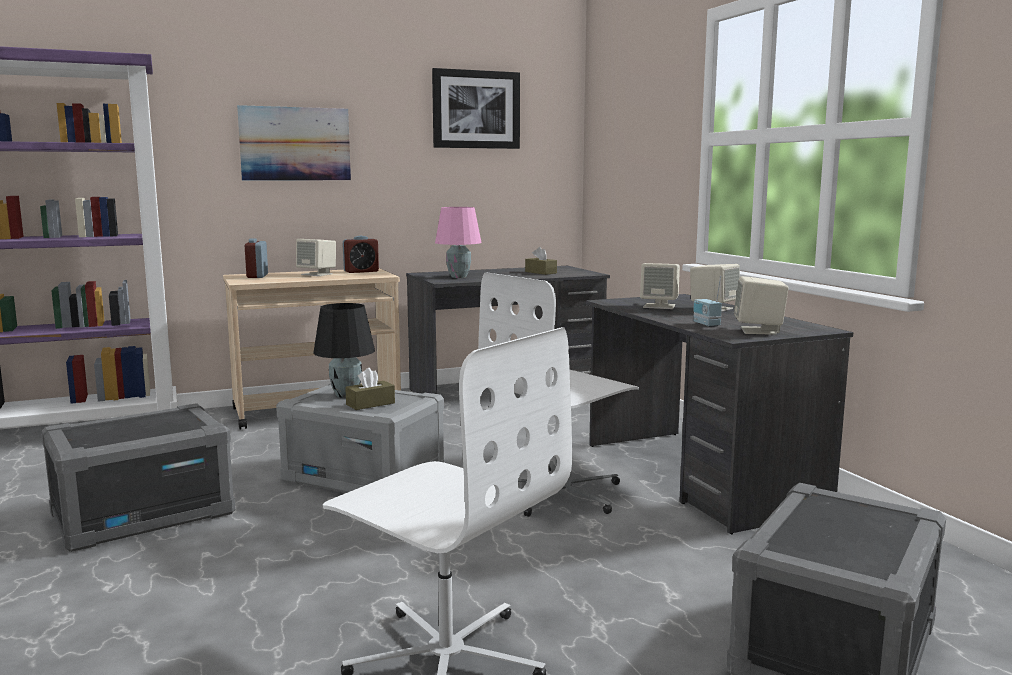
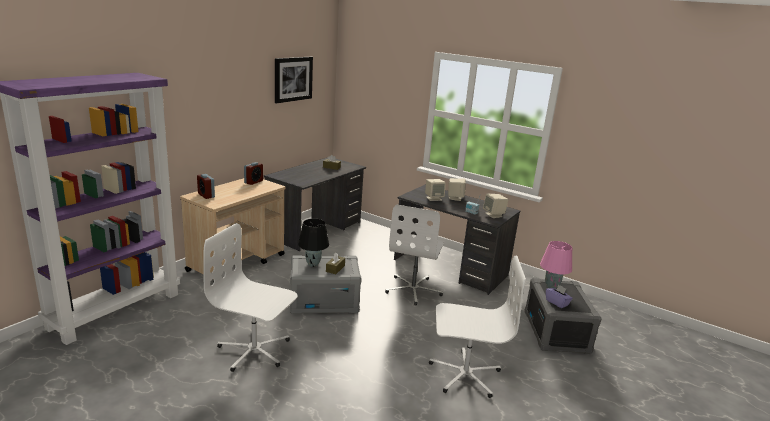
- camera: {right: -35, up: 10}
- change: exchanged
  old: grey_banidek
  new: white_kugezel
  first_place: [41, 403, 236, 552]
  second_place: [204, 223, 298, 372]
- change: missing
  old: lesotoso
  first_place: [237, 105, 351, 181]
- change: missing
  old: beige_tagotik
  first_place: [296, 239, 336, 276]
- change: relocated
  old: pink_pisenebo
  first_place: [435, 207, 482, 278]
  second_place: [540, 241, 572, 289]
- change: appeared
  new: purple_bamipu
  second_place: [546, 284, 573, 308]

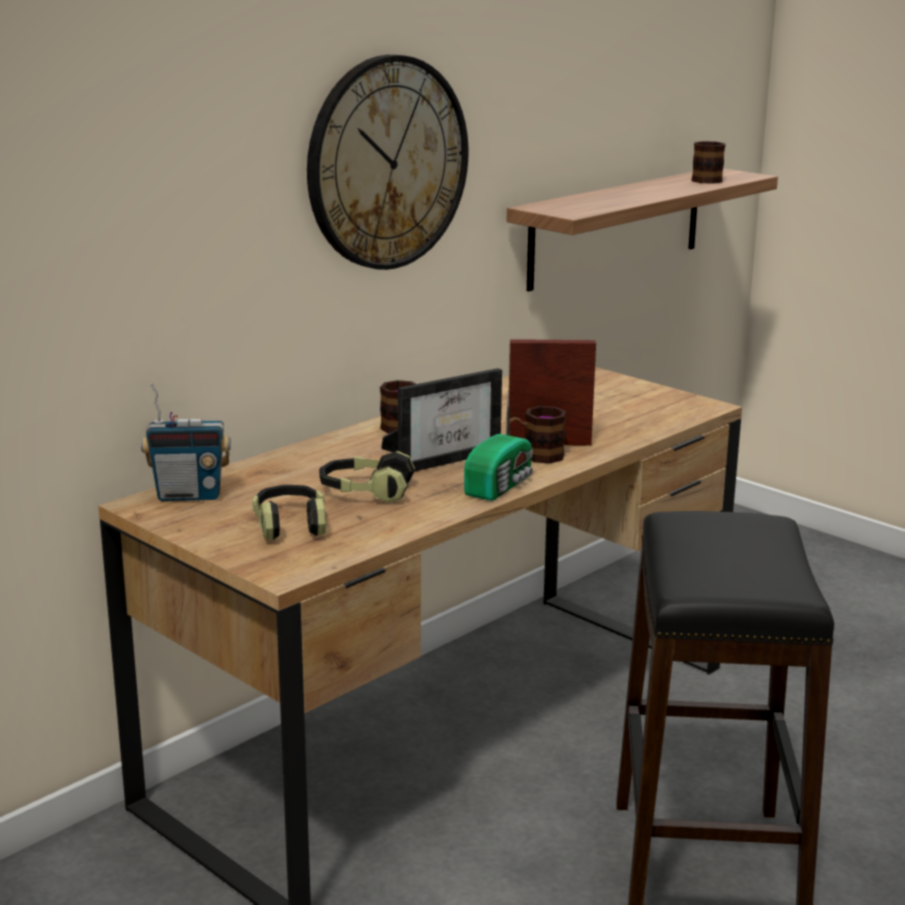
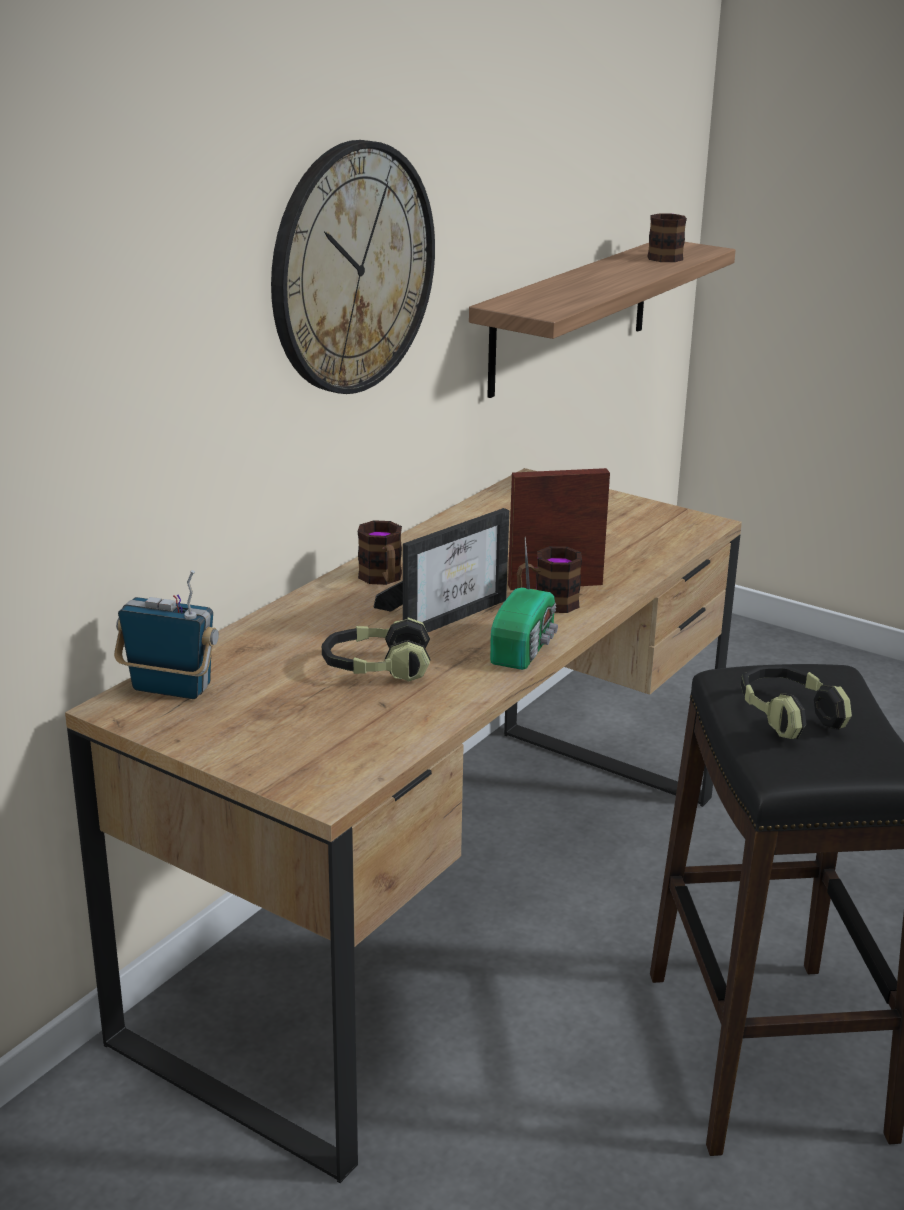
- camera: {right: -10, up: 5}
- change: spun
  old: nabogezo
  first_place: [141, 383, 231, 501]
  second_place: [114, 570, 219, 699]
  degrees: -150
- change: relocated
  old: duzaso
  first_place: [252, 485, 326, 540]
  second_place: [741, 666, 852, 739]

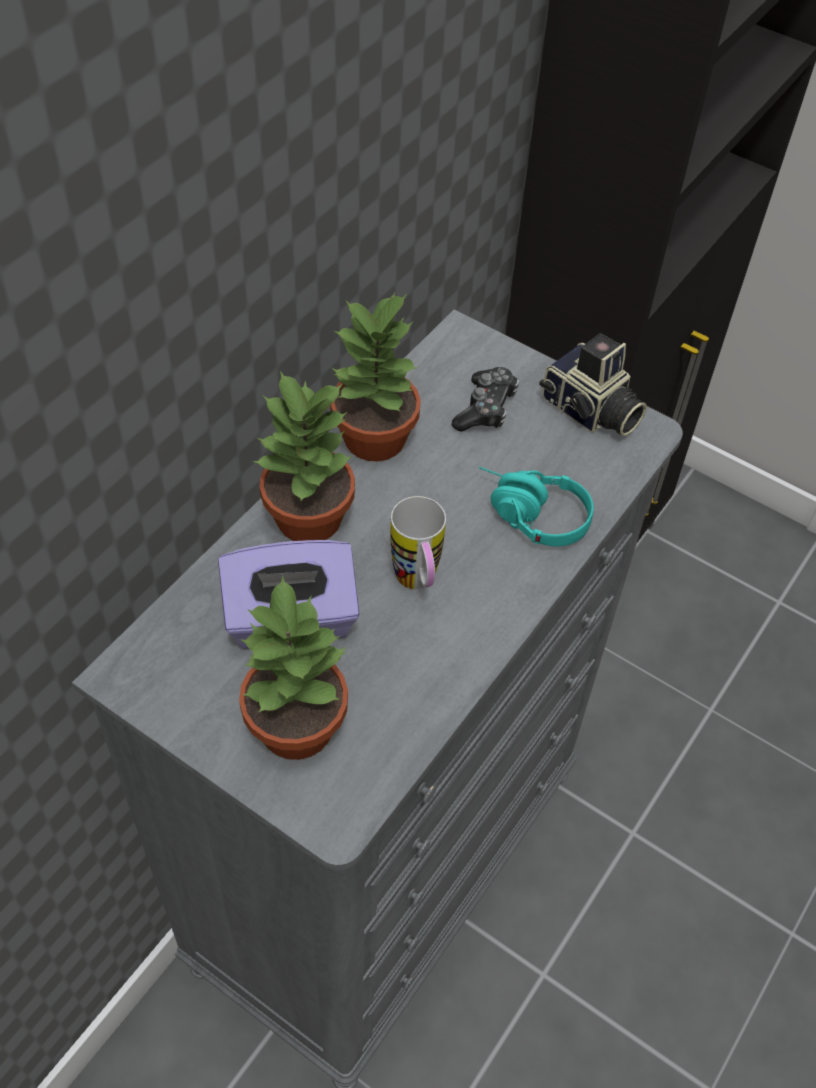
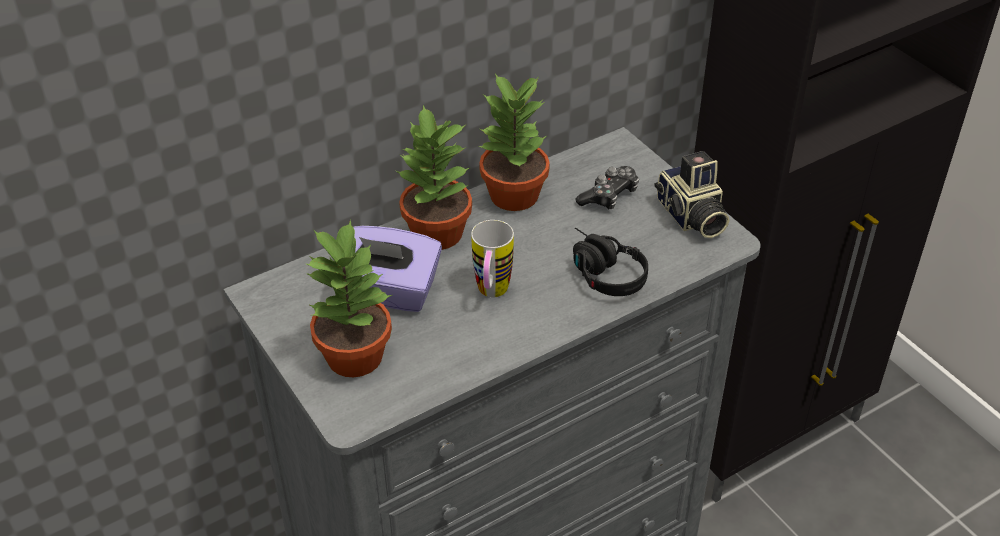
- camera: {right: 25, up: -10}
- change: colour
  old: turquoise_duzaso
  new: black_duzaso
  first_place: [478, 467, 594, 547]
  second_place: [573, 227, 648, 296]

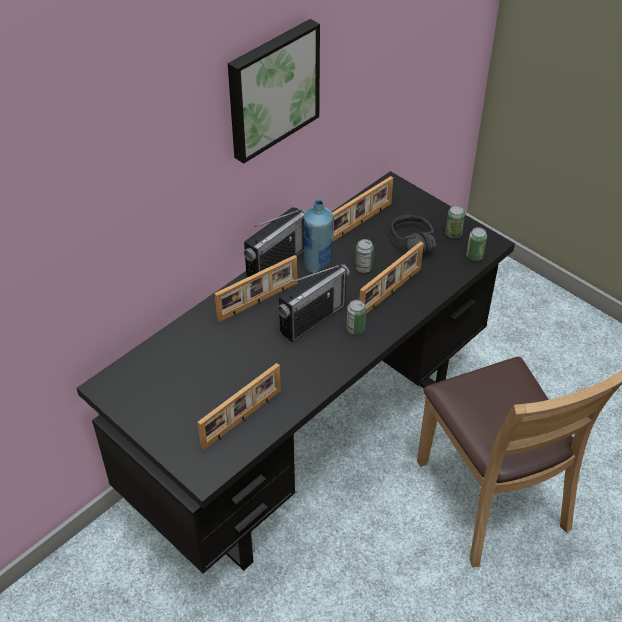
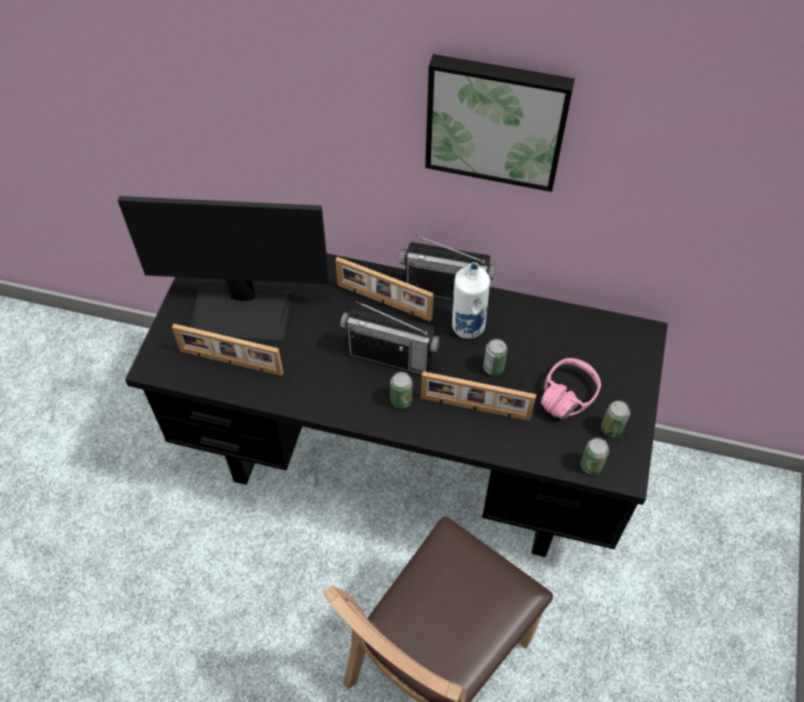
- camera: {right: 60, up: 10}
- change: colour
  old: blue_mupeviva
  new: white_mupeviva
  first_place: [304, 200, 333, 273]
  second_place: [452, 262, 490, 339]
- change: missing
  old: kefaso
  first_place: [332, 176, 393, 241]
- change: colour
  old: black_duzaso
  new: pink_duzaso
  first_place: [390, 214, 436, 255]
  second_place: [540, 358, 601, 419]
- change: appeared
  new: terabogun
  second_place: [118, 196, 329, 340]

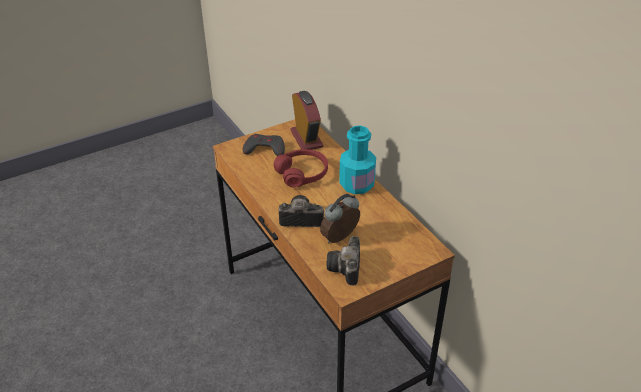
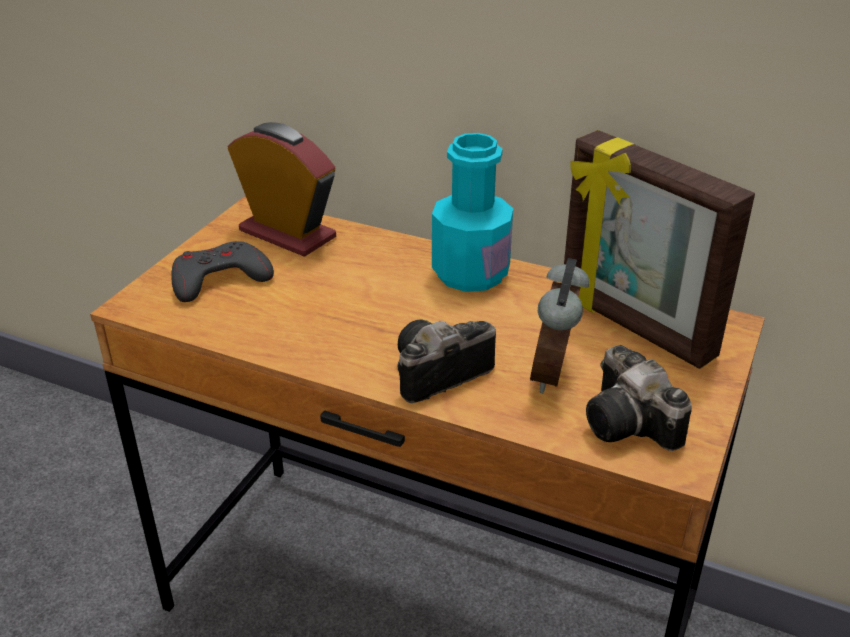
- camera: {right: -35, up: -5}
- change: missing
  old: red_duzaso
  first_place: [274, 149, 328, 188]
- change: appeared
  new: kefaso
  second_place: [564, 130, 755, 369]

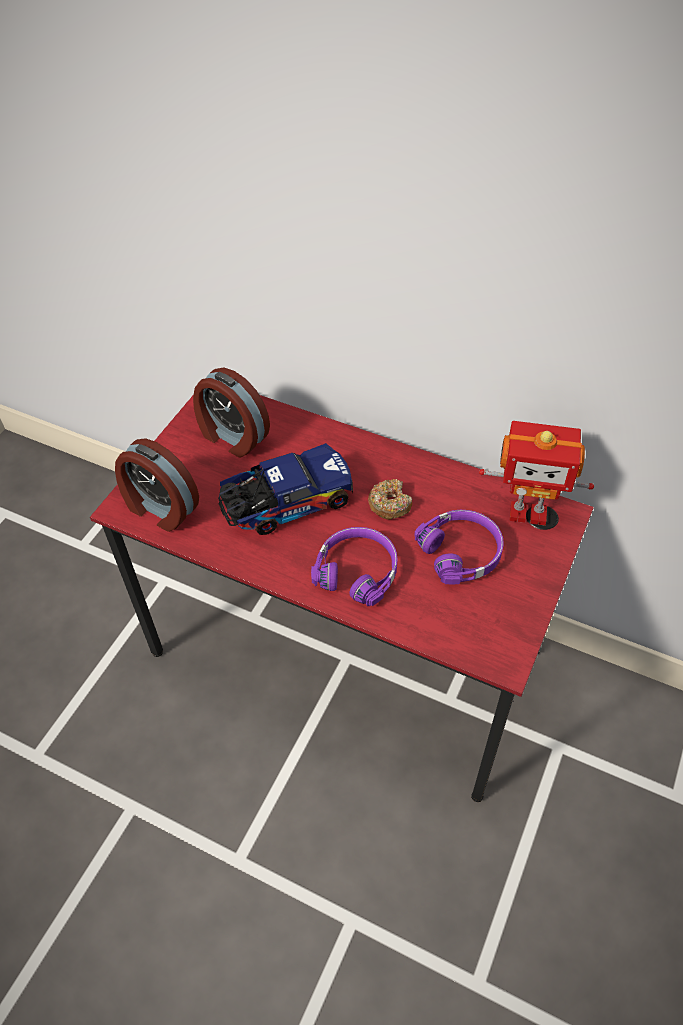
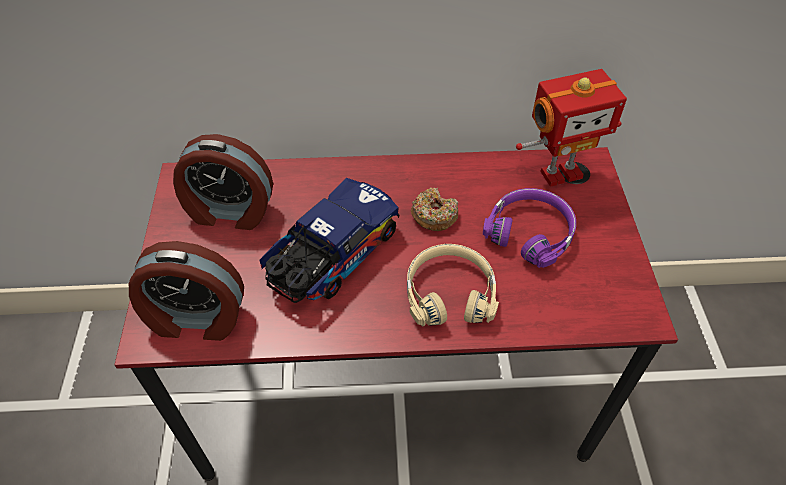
- camera: {right: -30, up: 0}
- change: colour
  old: purple_duzaso
  new: beige_duzaso
  first_place: [311, 527, 397, 606]
  second_place: [407, 244, 499, 327]

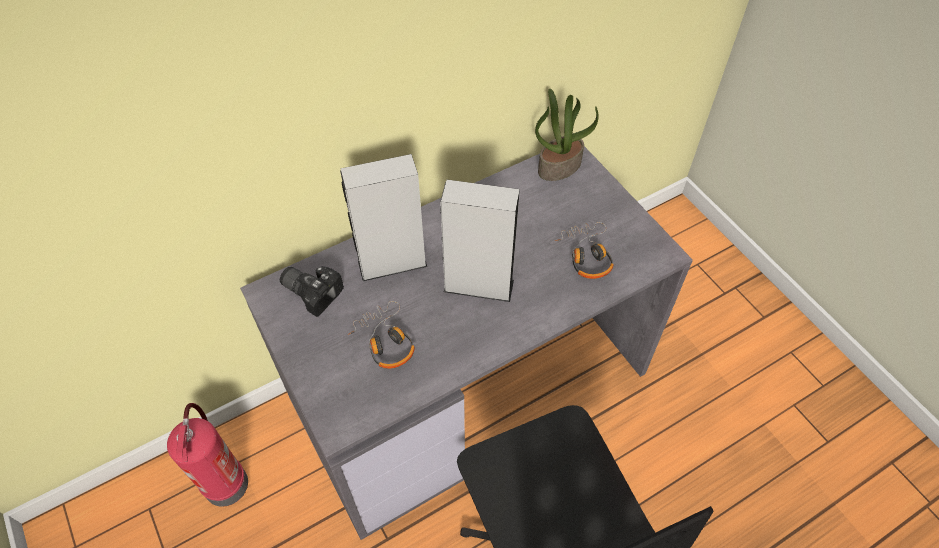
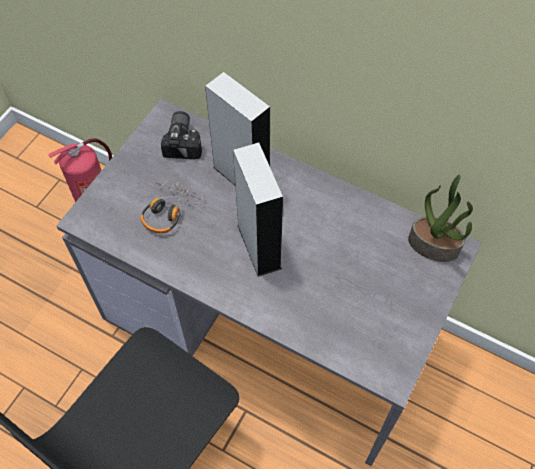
- camera: {right: 60, up: 5}
- change: missing
  old: duzaso
  first_place: [555, 222, 613, 279]

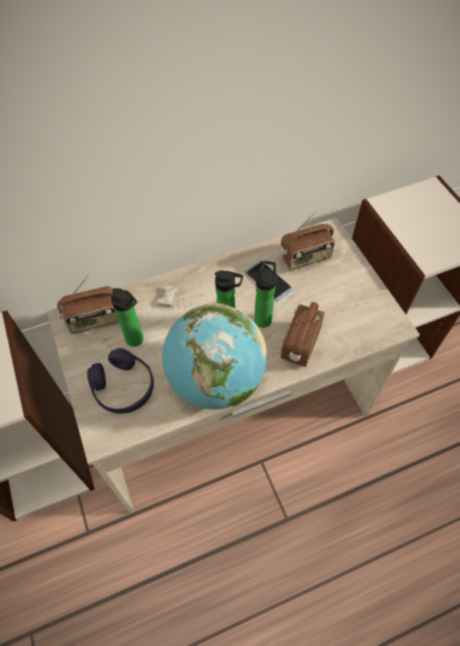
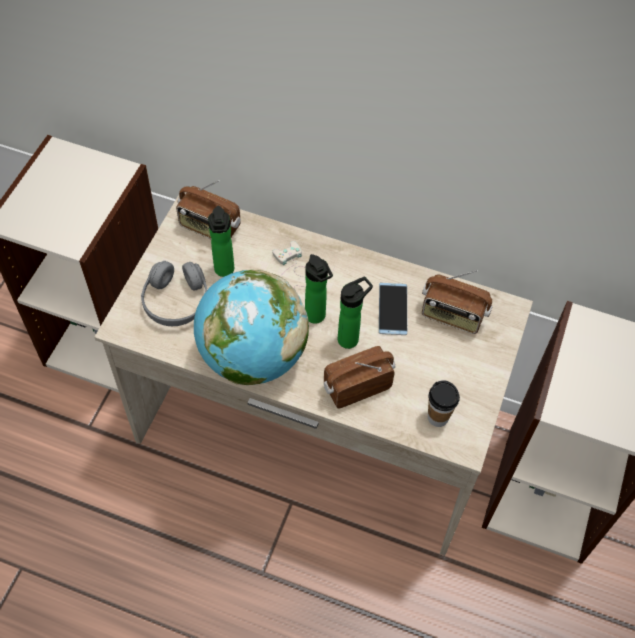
- camera: {right: 40, up: 0}
- change: colour
  old: purple_duzaso
  new: grey_duzaso
  first_place: [87, 348, 154, 413]
  second_place: [141, 261, 207, 326]
- change: appeared
  new: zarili
  second_place: [428, 380, 460, 427]

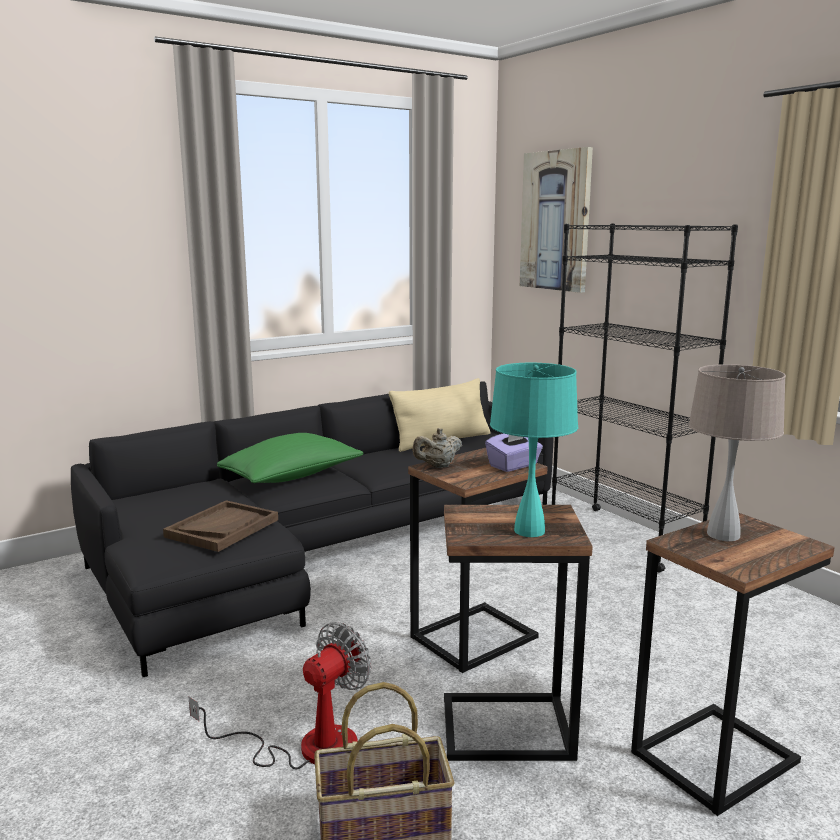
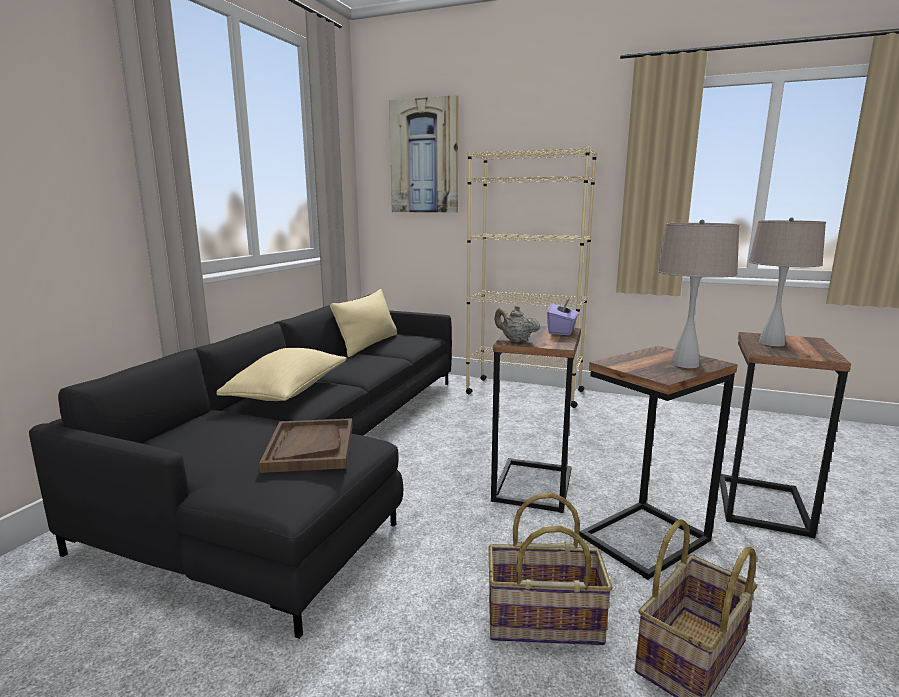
- camera: {right: -35, up: 0}
- change: exchanged
  old: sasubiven
  new: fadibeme
  first_place: [188, 622, 371, 769]
  second_place: [488, 493, 613, 645]
- change: colour
  old: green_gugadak
  new: beige_gugadak
  first_place: [217, 433, 363, 483]
  second_place: [216, 348, 347, 401]
- change: spun
  old: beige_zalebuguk
  first_place: [412, 428, 462, 468]
  second_place: [494, 305, 540, 342]
  degrees: 105
- change: colour
  old: turquoise_pisenebo
  new: beige_pisenebo
  first_place: [490, 363, 578, 537]
  second_place: [657, 220, 740, 368]
- change: colour
  old: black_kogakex
  new: beige_kogakex
  first_place: [552, 224, 738, 572]
  second_place: [466, 147, 597, 408]

